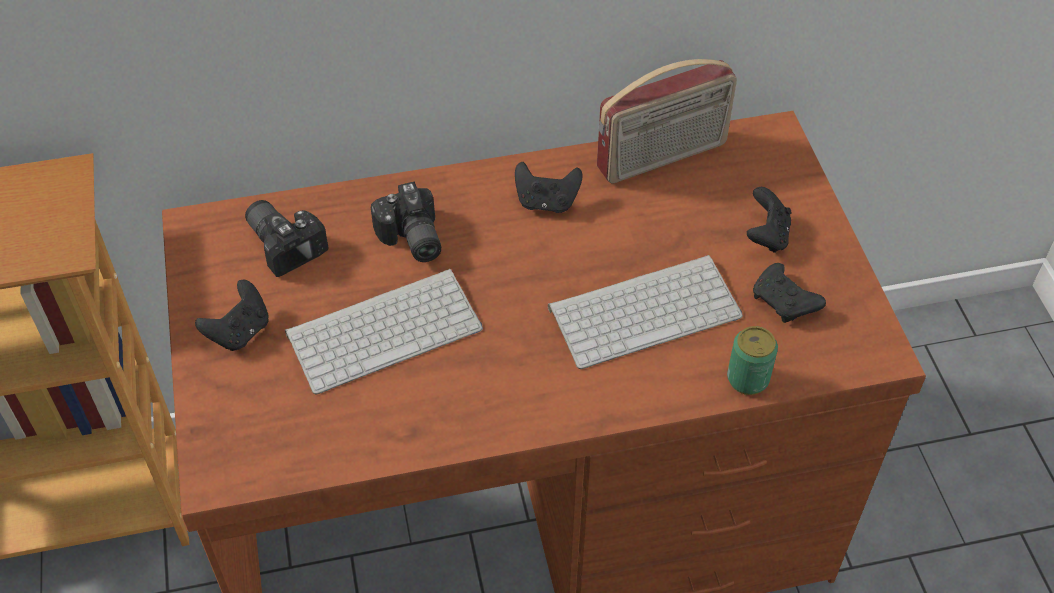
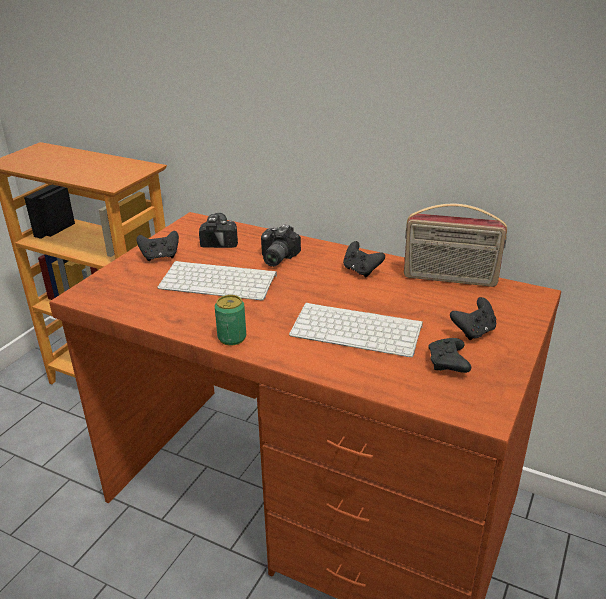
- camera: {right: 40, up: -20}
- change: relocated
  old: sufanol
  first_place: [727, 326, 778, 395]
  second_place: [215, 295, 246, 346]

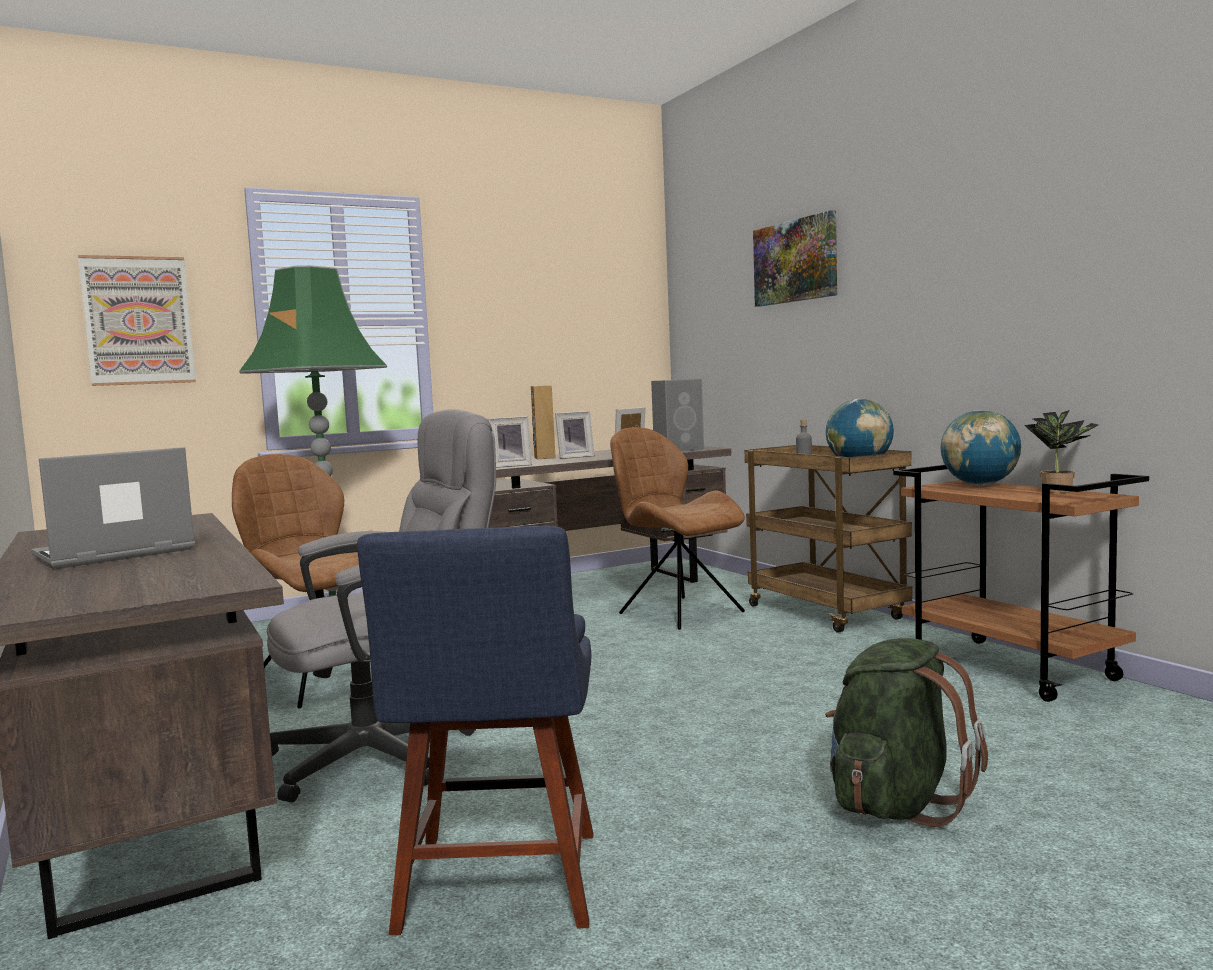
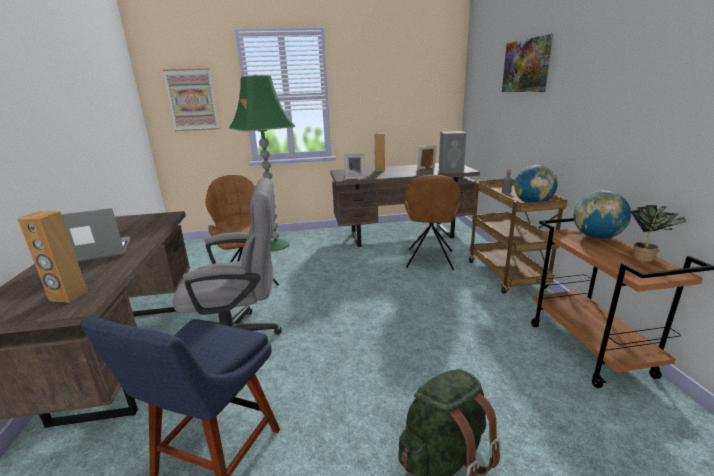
- camera: {right: 20, up: 15}
- change: missing
  old: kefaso
  first_place: [555, 411, 595, 459]
- change: spun
  old: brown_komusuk
  first_place: [610, 427, 745, 630]
  second_place: [405, 175, 461, 270]
  degrees: -150
- change: appeared
  new: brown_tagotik
  second_place: [17, 211, 88, 302]

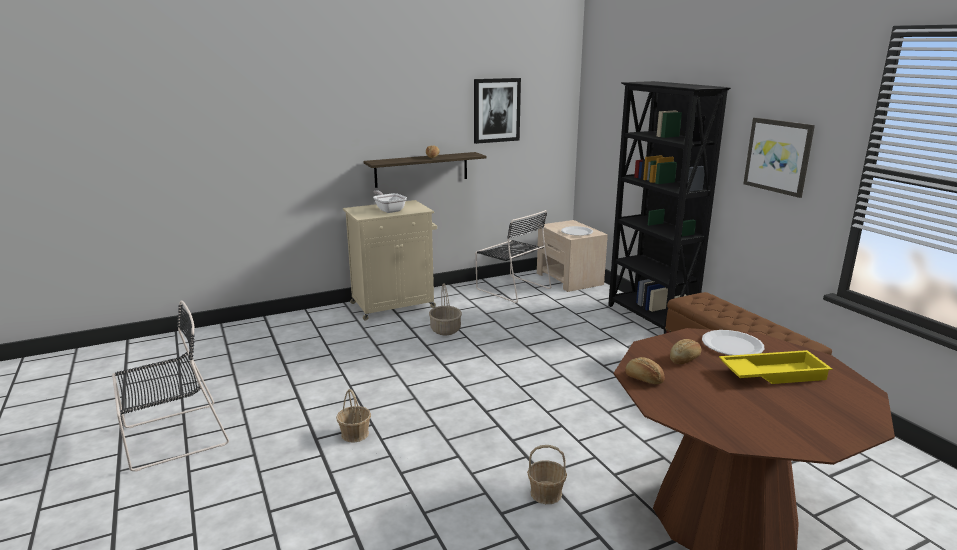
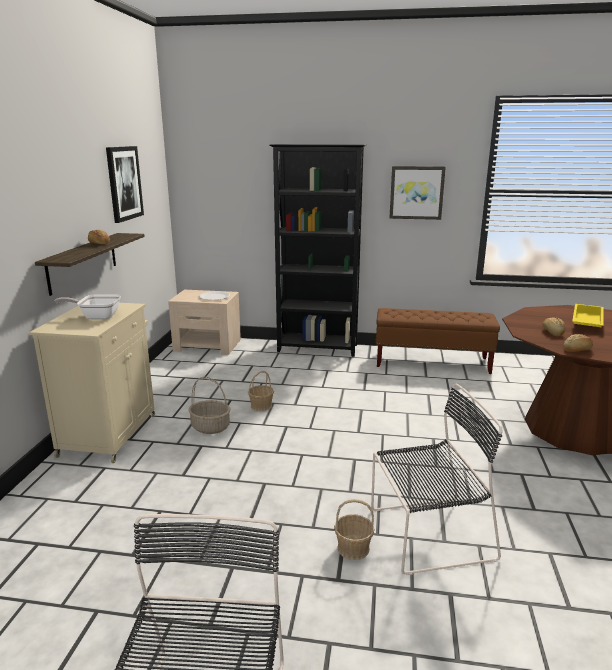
- camera: {right: -55, up: 0}
- change: relocated
  old: black_komusuk
  first_place: [475, 210, 551, 303]
  second_place: [371, 383, 503, 575]
- change: relocated
  old: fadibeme
  first_place: [527, 445, 567, 504]
  second_place: [248, 371, 274, 411]
- change: missing
  old: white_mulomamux
  first_place: [702, 330, 764, 355]

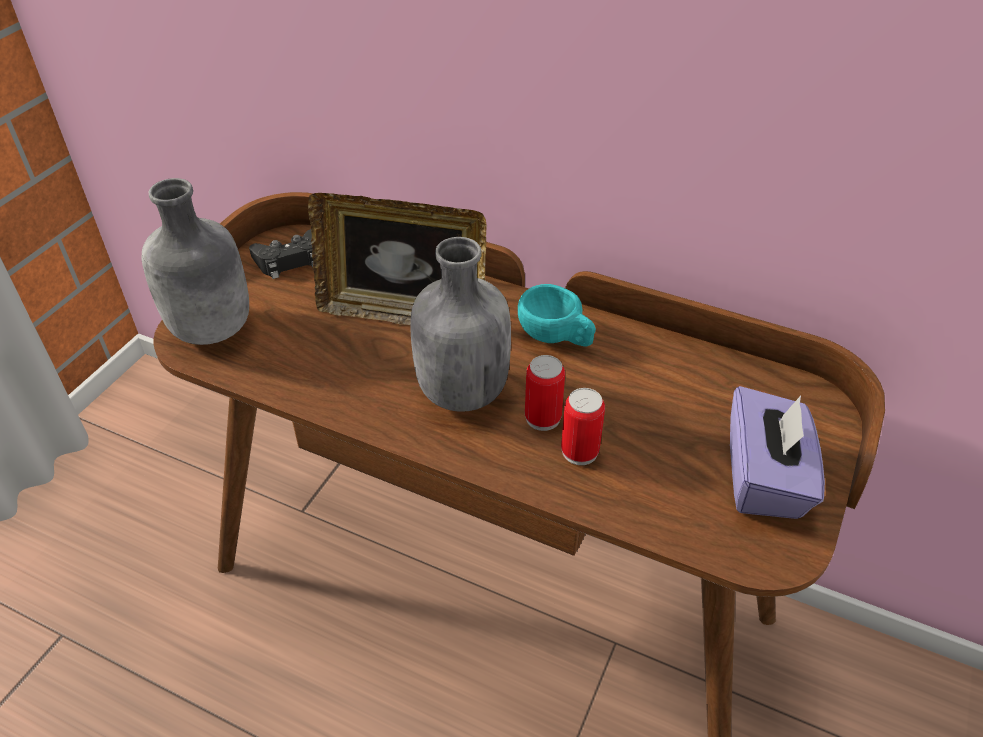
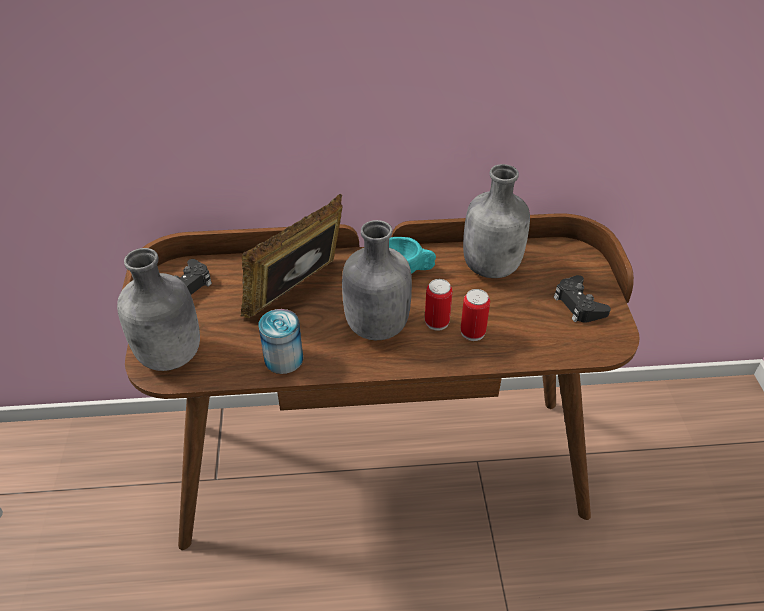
- camera: {right: -30, up: 0}
- change: spun
  old: kefaso
  first_place: [308, 193, 487, 325]
  second_place: [241, 194, 343, 318]
  degrees: 150
- change: exchanged
  old: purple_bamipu
  new: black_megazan
  first_place: [730, 386, 825, 519]
  second_place: [554, 275, 611, 323]
- change: appeared
  new: sufanol
  second_place: [258, 309, 303, 374]
- change: appeared
  new: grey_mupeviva
  second_place: [463, 164, 530, 278]

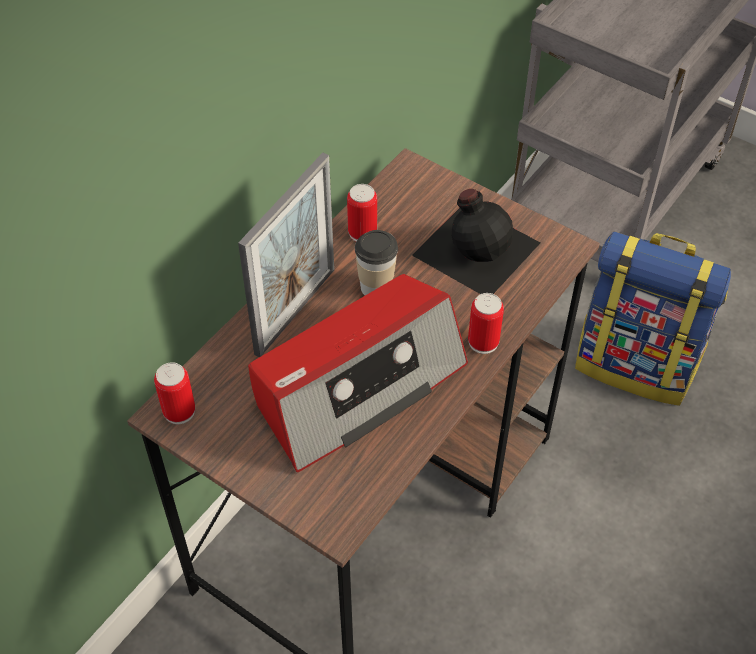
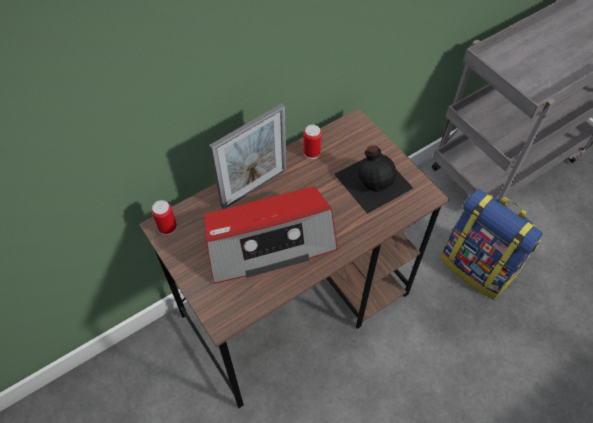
- camera: {right: 20, up: 5}
- change: missing
  old: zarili
  first_place: [355, 230, 398, 295]
- change: missing
  old: sufanol
  first_place: [468, 293, 504, 354]

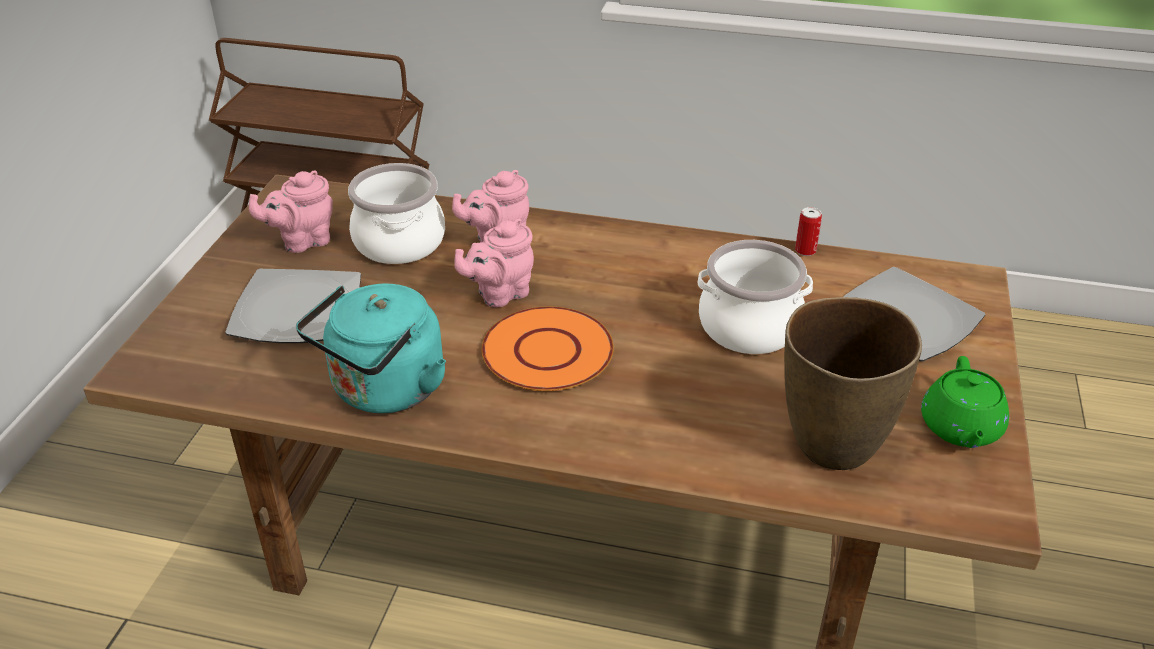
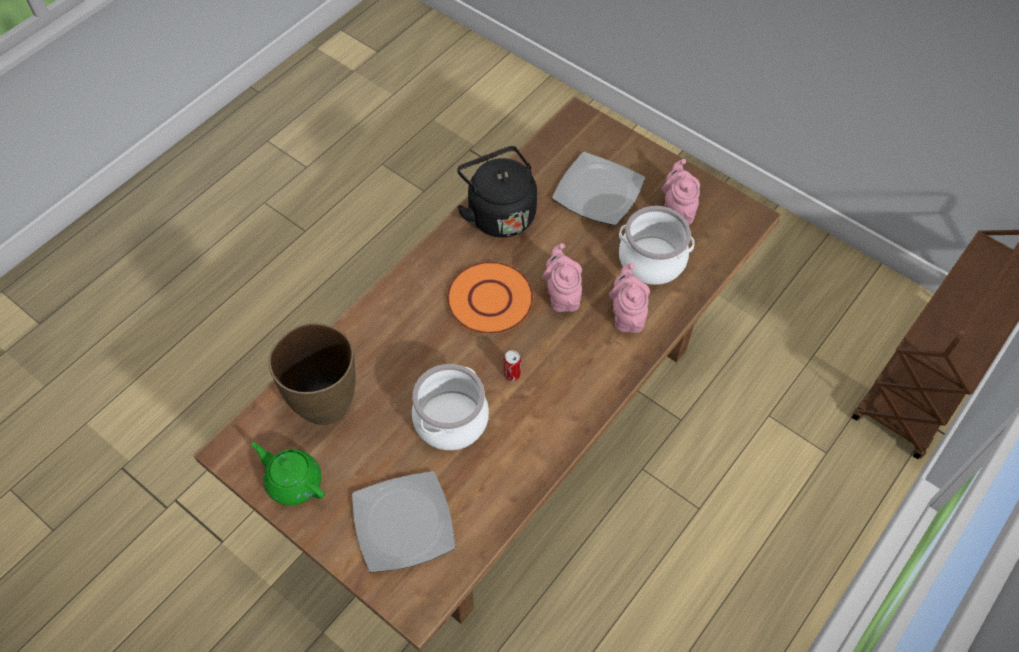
- camera: {right: 115, up: 20}
- change: colour
  old: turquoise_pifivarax
  new: black_pifivarax
  first_place: [296, 283, 446, 413]
  second_place: [457, 146, 537, 238]
- change: relocated
  old: sufanol
  first_place: [795, 207, 822, 256]
  second_place: [504, 350, 521, 381]

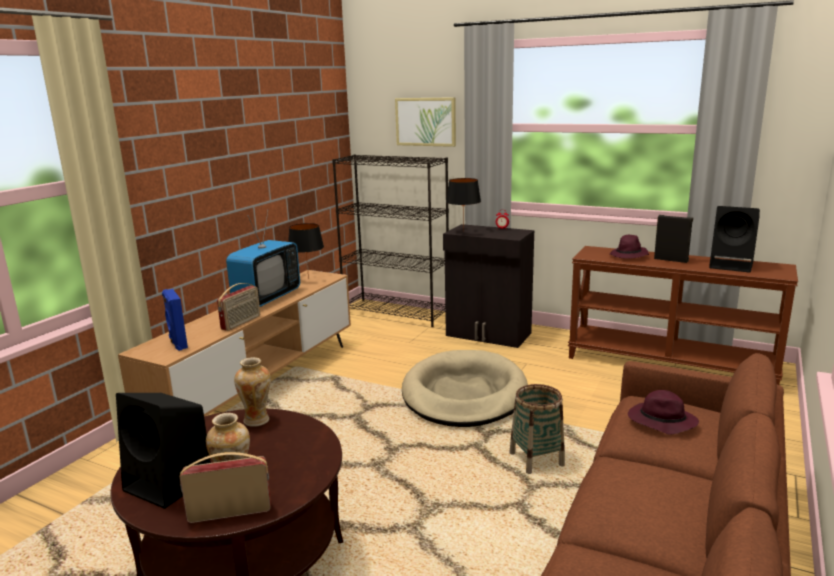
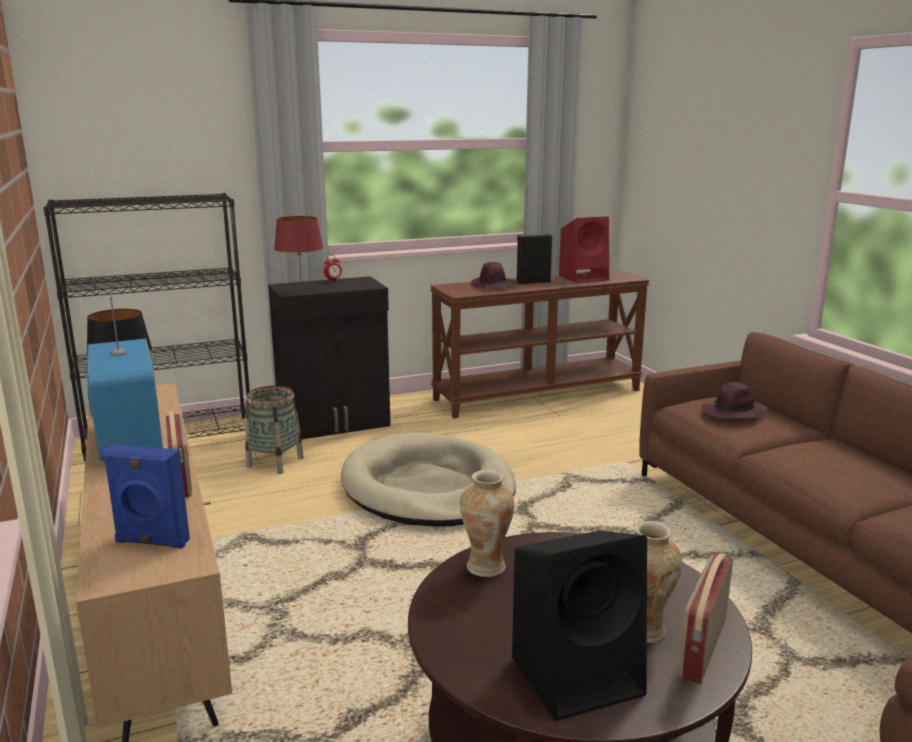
- camera: {right: -50, up: 0}
- change: missing
  old: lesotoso
  first_place: [395, 97, 456, 147]
- change: colour
  old: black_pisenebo
  new: red_pisenebo
  first_place: [446, 178, 481, 233]
  second_place: [274, 216, 323, 292]
- change: relocated
  old: fadibeme
  first_place: [509, 384, 565, 474]
  second_place: [246, 386, 304, 474]
- change: colour
  old: black_tagotik
  new: red_tagotik
  first_place: [709, 206, 760, 273]
  second_place: [559, 216, 609, 283]

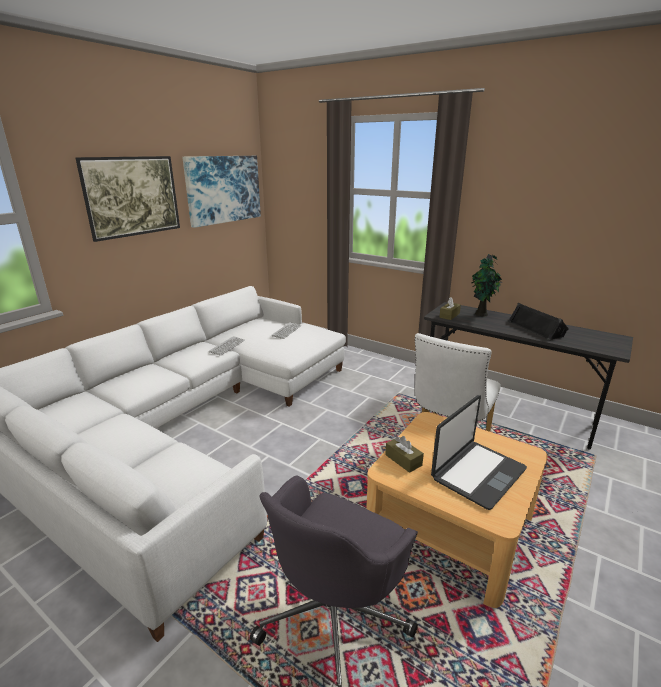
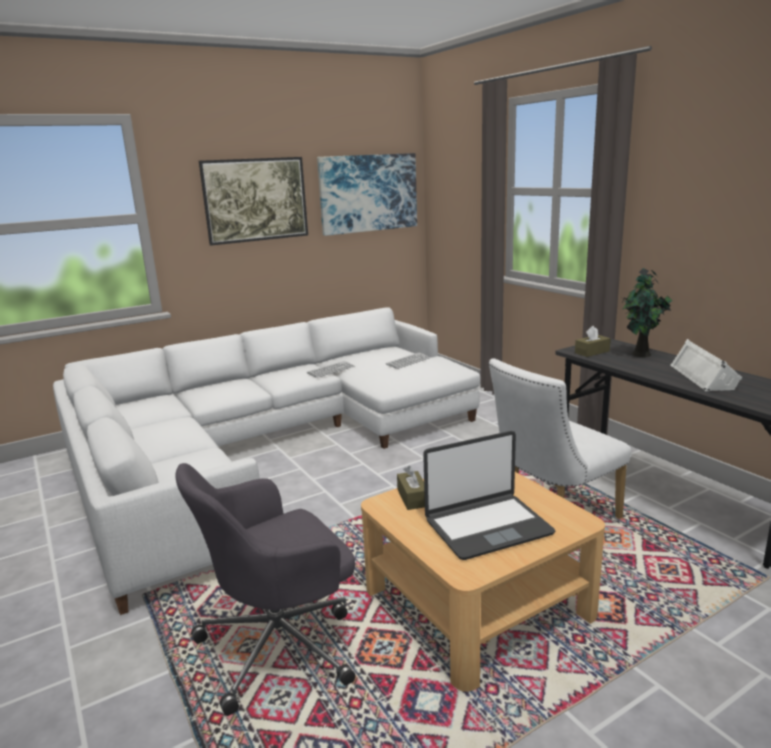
- camera: {right: 25, up: -5}
- change: colour
  old: black_tagotik
  new: white_tagotik
  first_place: [508, 303, 569, 340]
  second_place: [670, 339, 742, 391]

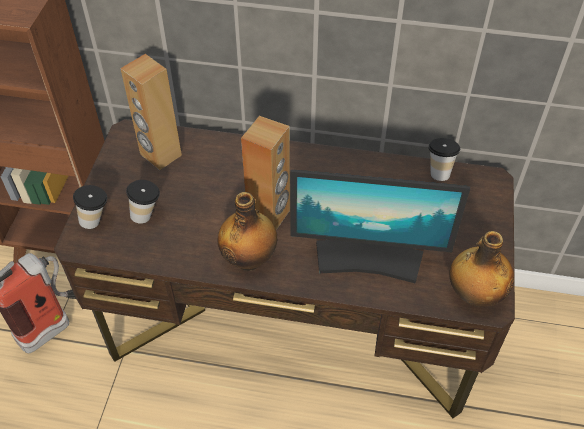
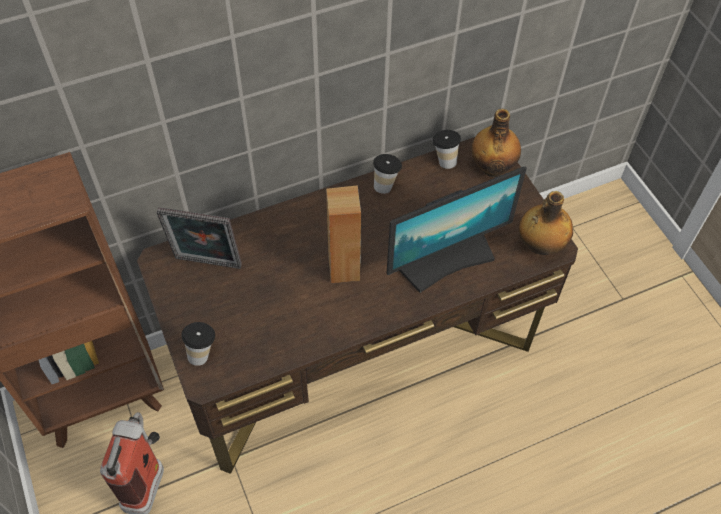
- camera: {right: -35, up: 5}
- change: exchanged
  old: brown_tagotik
  new: kefaso
  first_place: [120, 54, 182, 170]
  second_place: [156, 207, 242, 269]
- change: relocated
  old: zarili
  first_place: [126, 180, 160, 224]
  second_place: [373, 154, 402, 194]
- change: relocated
  old: mupeviva
  first_place: [218, 192, 277, 271]
  second_place: [471, 109, 521, 177]

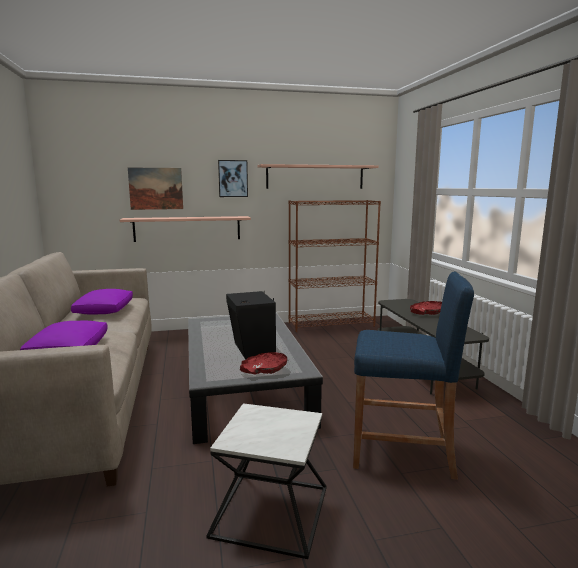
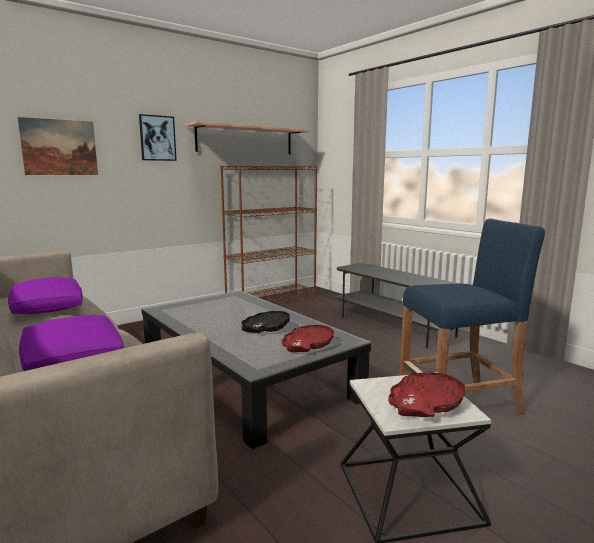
- camera: {right: -25, up: 0}
- change: missing
  old: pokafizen
  first_place: [120, 216, 251, 242]
- change: exchanged
  old: black_tagotik
  new: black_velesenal
  first_place: [226, 291, 276, 360]
  second_place: [242, 311, 290, 333]
- change: relocated
  old: red_velesenal
  first_place: [410, 301, 442, 315]
  second_place: [388, 372, 465, 417]

